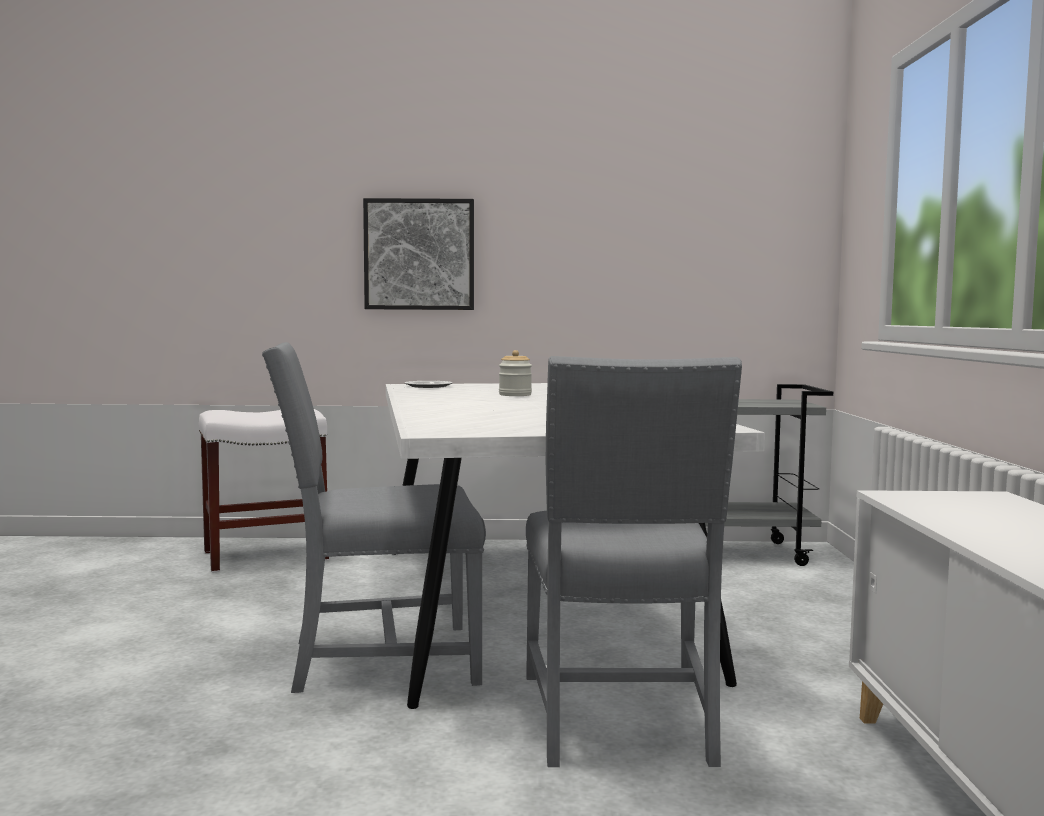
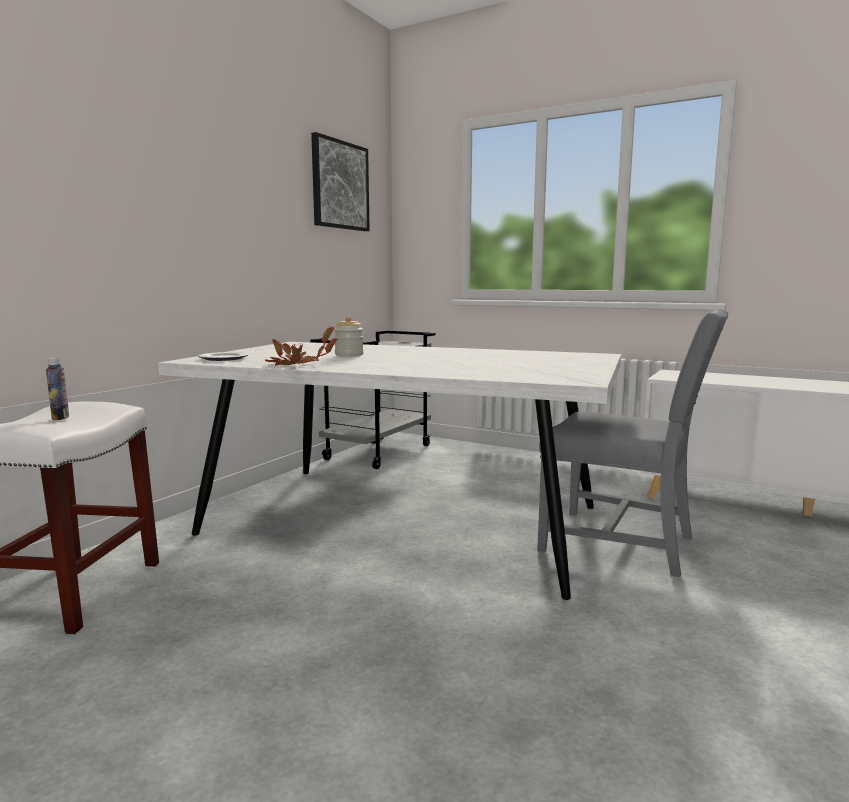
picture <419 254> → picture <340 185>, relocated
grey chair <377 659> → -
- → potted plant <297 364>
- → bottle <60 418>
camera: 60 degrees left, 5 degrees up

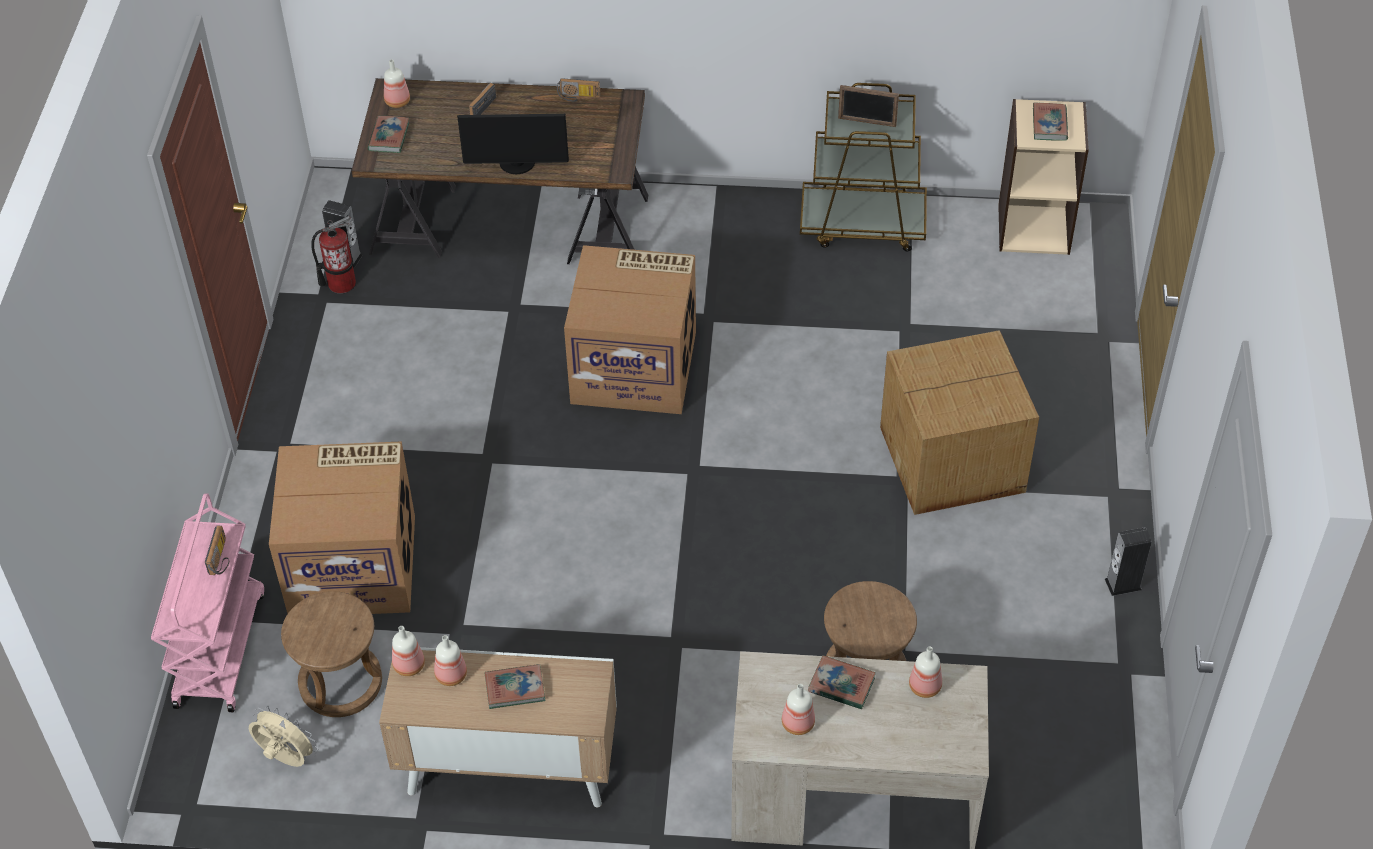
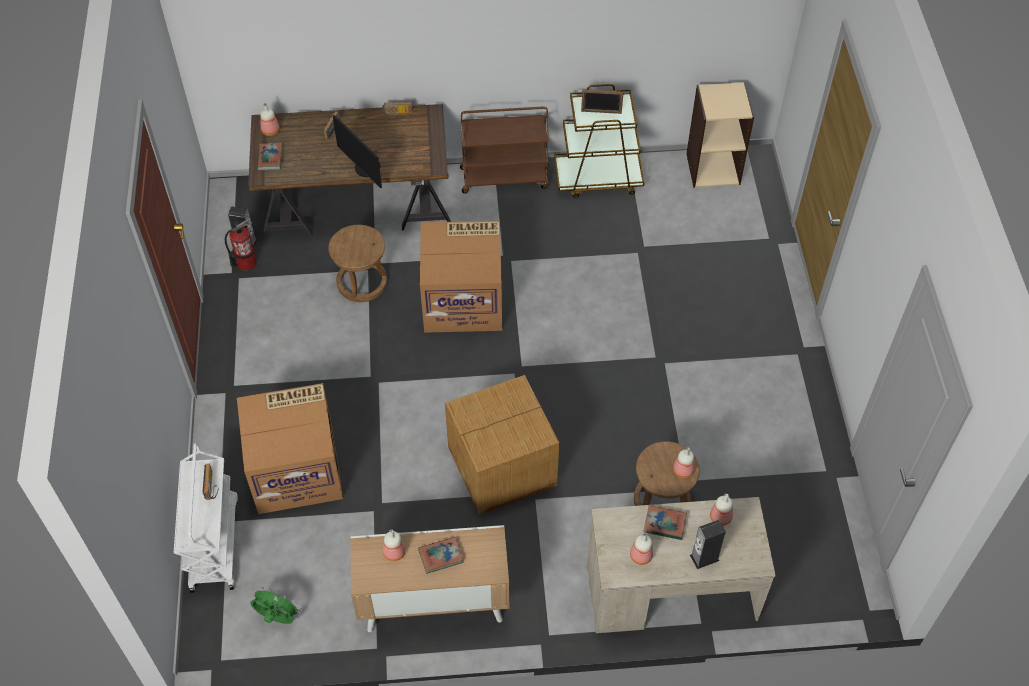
book <1049 124> → -
monitor <517 165> → monitor <365 169>, 60 degrees clockwise
cardboard box <954 460> → cardboard box <503 467>, relocated
pink cart <219 648> → white cart <214 543>
speaker <1123 584> → speaker <704 558>, relocated
brown stool <340 683> → brown stool <362 282>, relocated
bottle <409 664> → bottle <683 470>, relocated
beige fan <285 758> → green fan <277 618>
- → brown cart <504 177>
camera: 10 degrees left, 5 degrees up

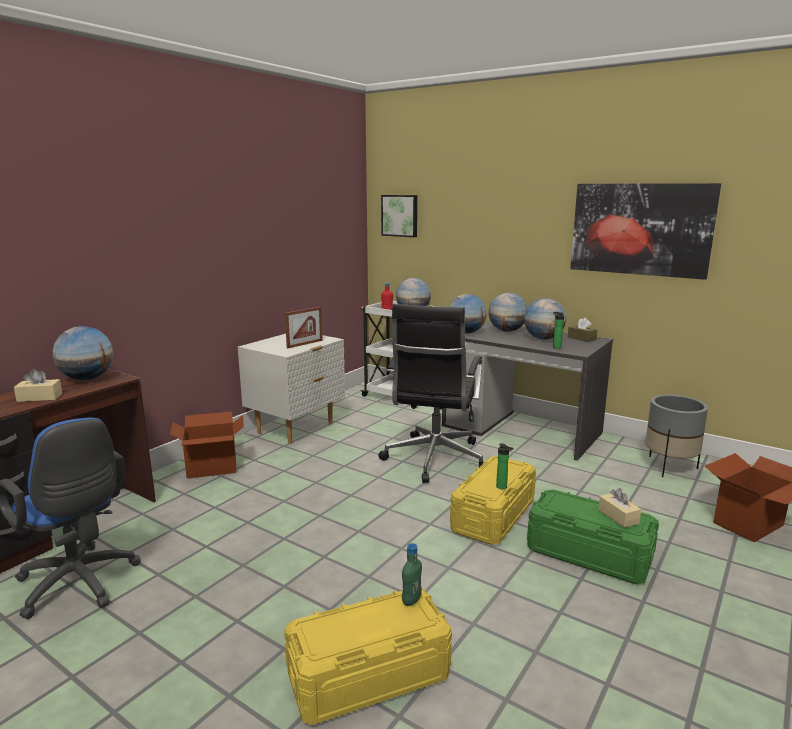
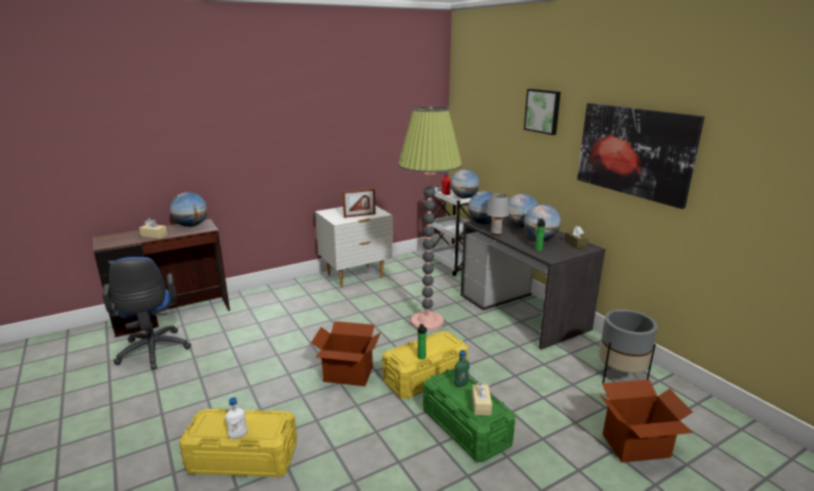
picture <400 215> → picture <543 111>, relocated
black office chair <434 460> → floor lamp <427 322>
cardboard box <212 468> → cardboard box <348 375>, relocated
green bottle <411 600> → green bottle <461 384>, relocated
- → grey table lamp <495 233>
- → white bottle <238 436>
camera: 25 degrees right, 5 degrees up

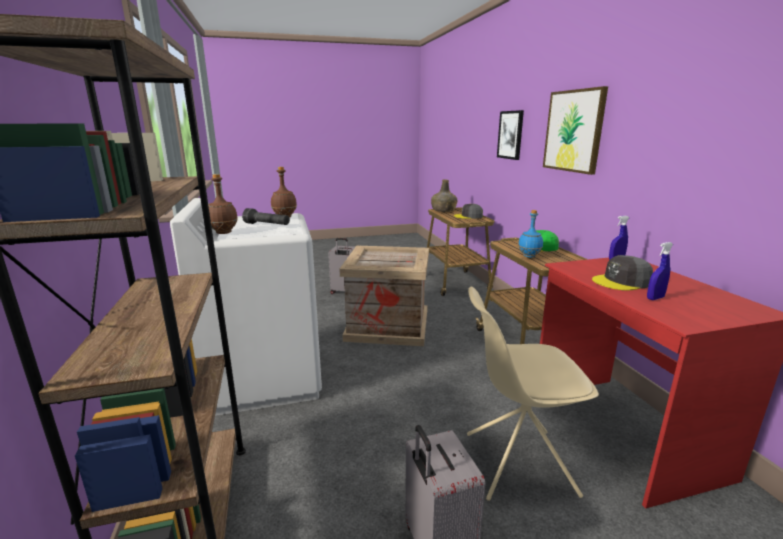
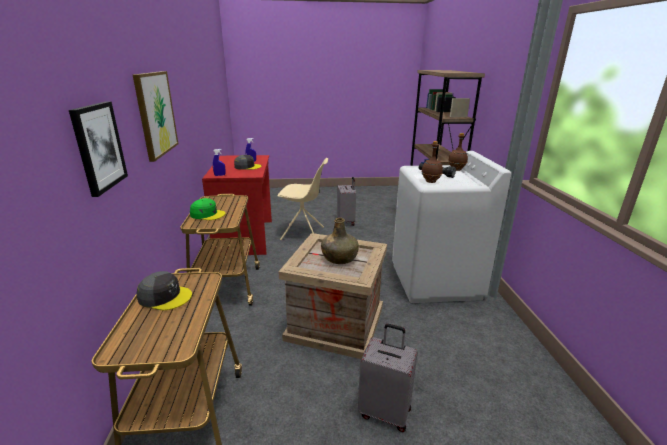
green bottle <443 210> → green bottle <339 258>, relocated
blue bottle <529 256> → -
camera: 170 degrees left, 5 degrees up

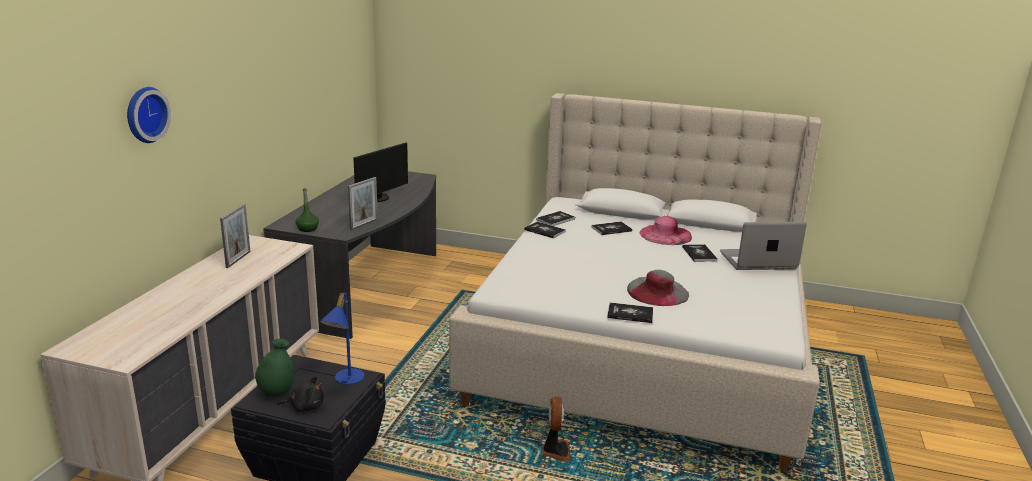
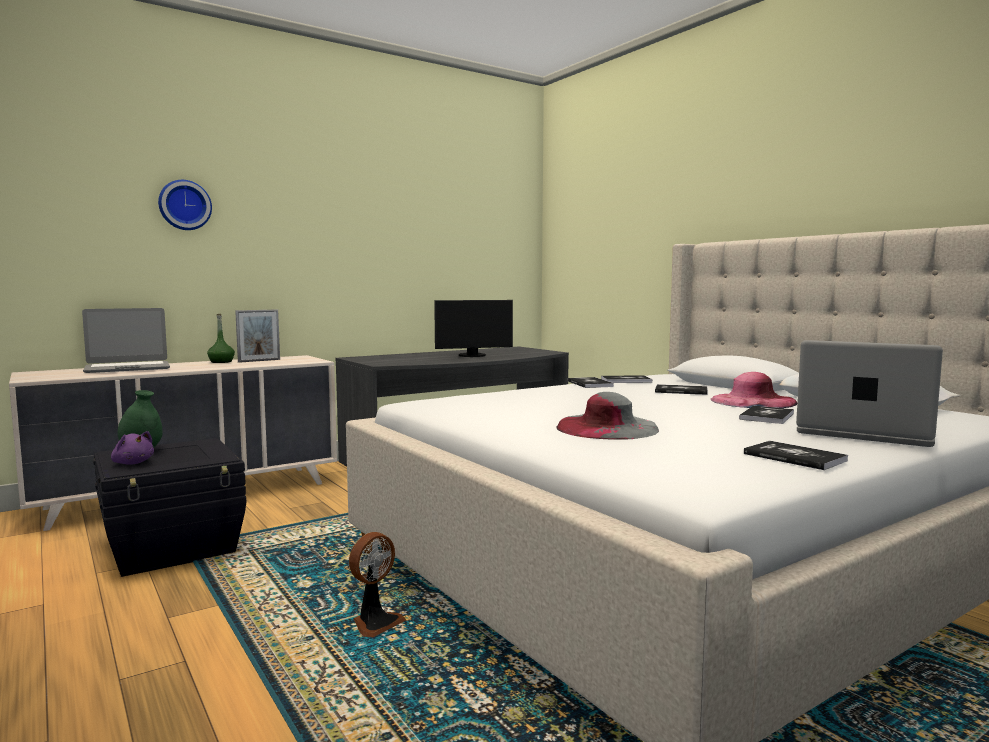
picture frame <364 224> → -
green bottle <307 229> → green bottle <221 362>, relocated
blue table lamp <345 379> → -
book <630 314> → book <794 457>, relocated
black plush toy <305 406> → purple plush toy <132 463>
- → laptop <128 368>
camera: 40 degrees right, 15 degrees down

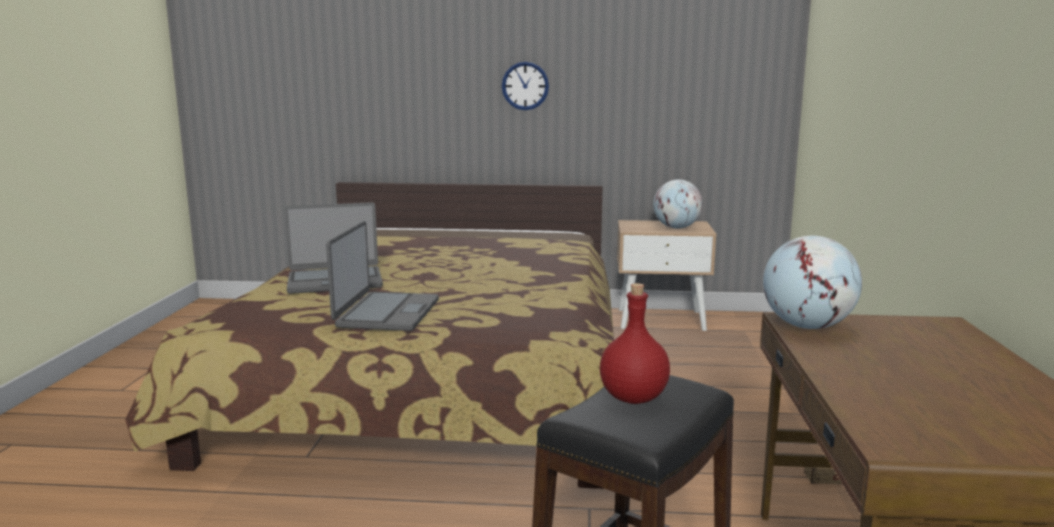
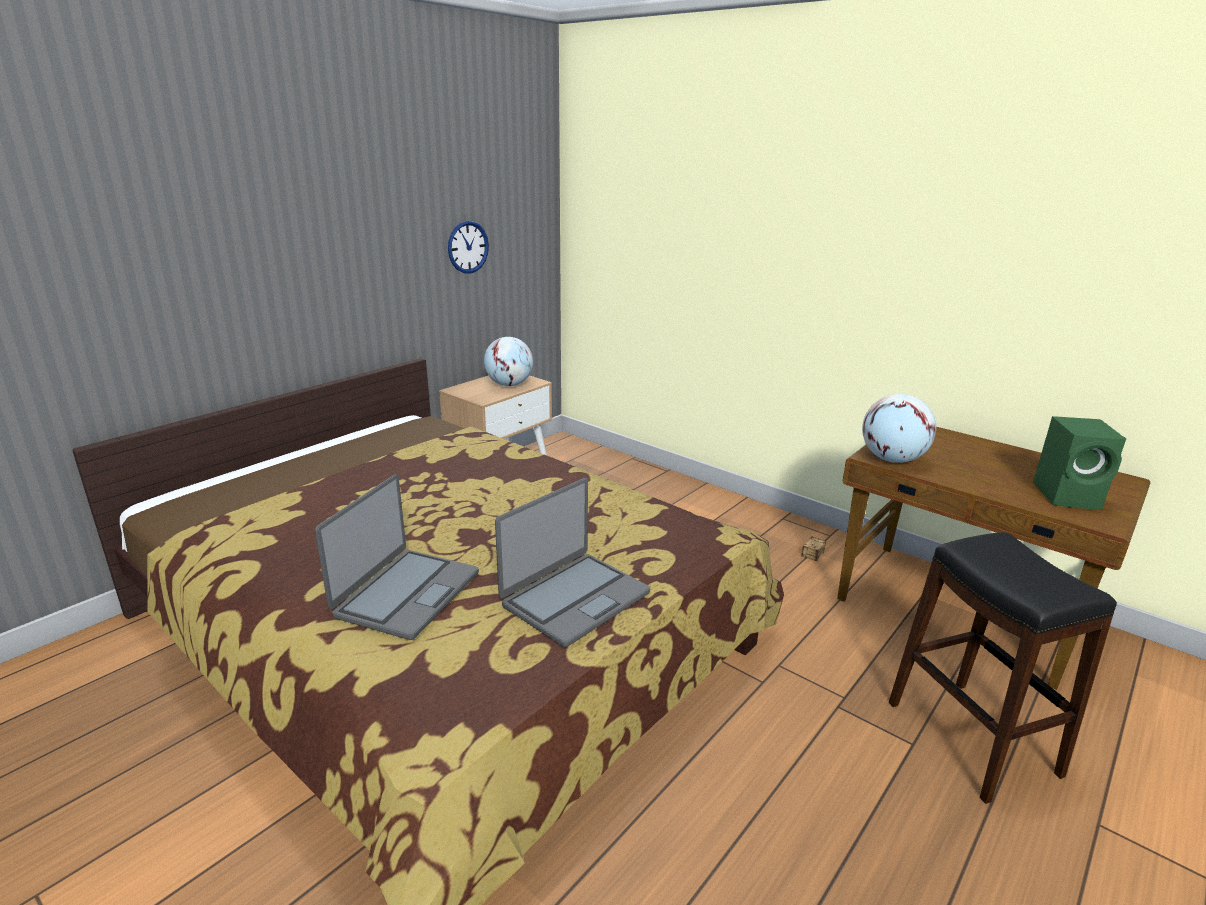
wall clock <525 86> → wall clock <468 247>, relocated
laptop <386 313> → laptop <574 598>, 90 degrees clockwise
red bottle <632 398> → -
- → green speaker <1069 496>
camera: 55 degrees left, 10 degrees up

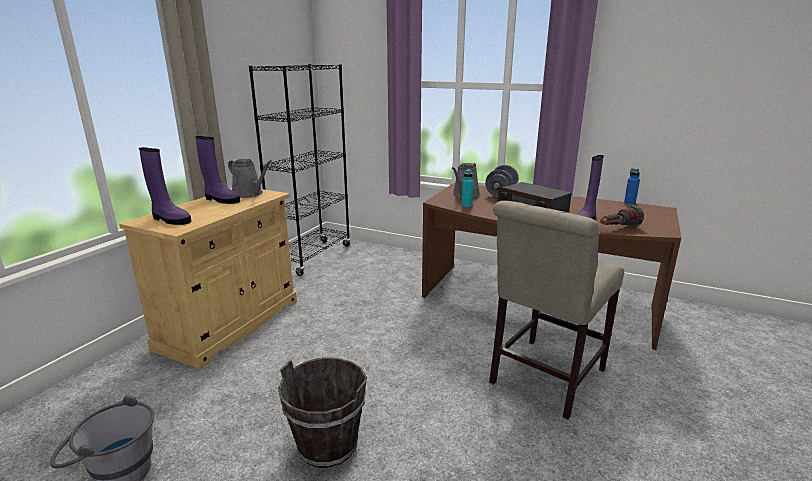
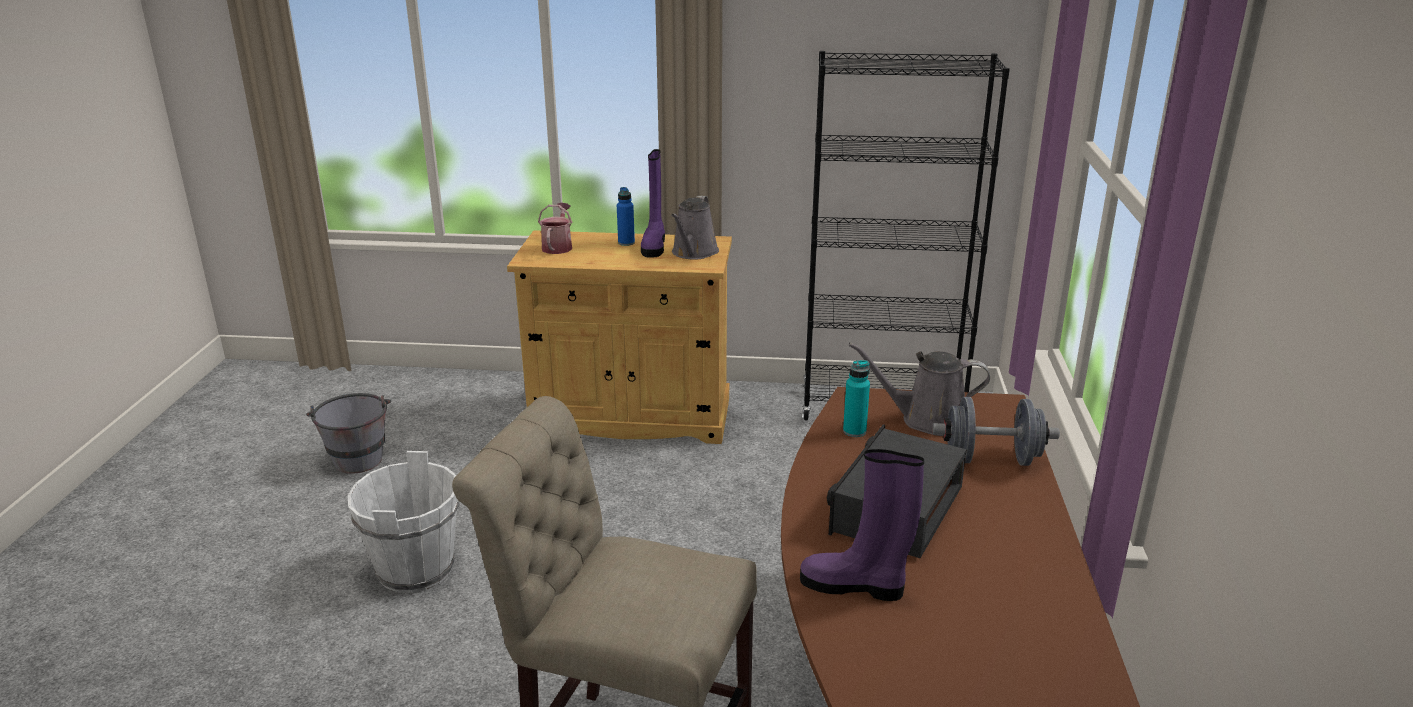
purple boot <170 220> → watering can <558 246>
blue bottle <629 204> → blue bottle <626 243>, relocated
flashlight <617 228> → -
brown bucket <328 444> → white bucket <416 570>
camera: 70 degrees right, 5 degrees up

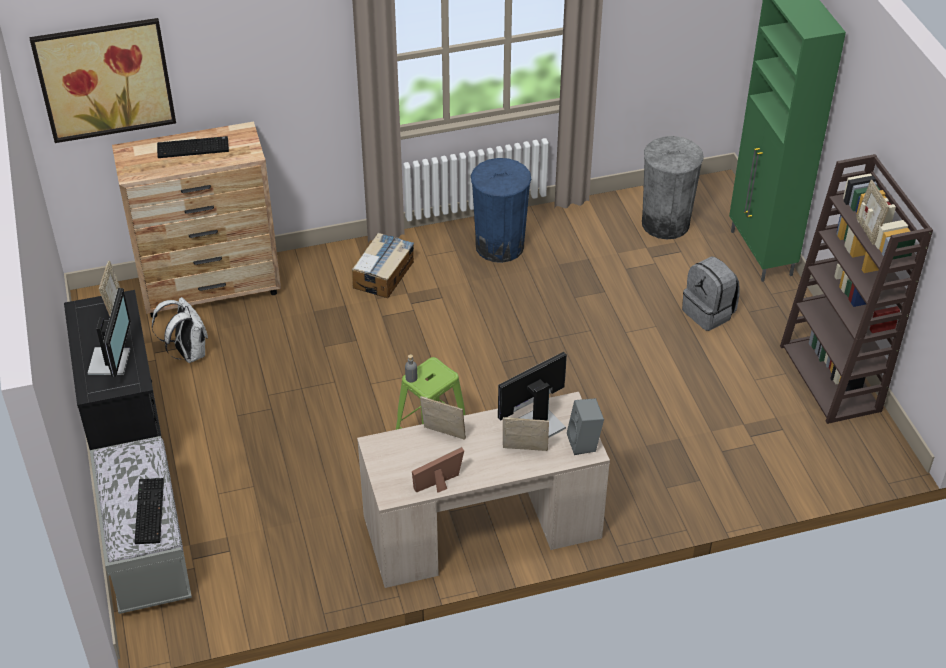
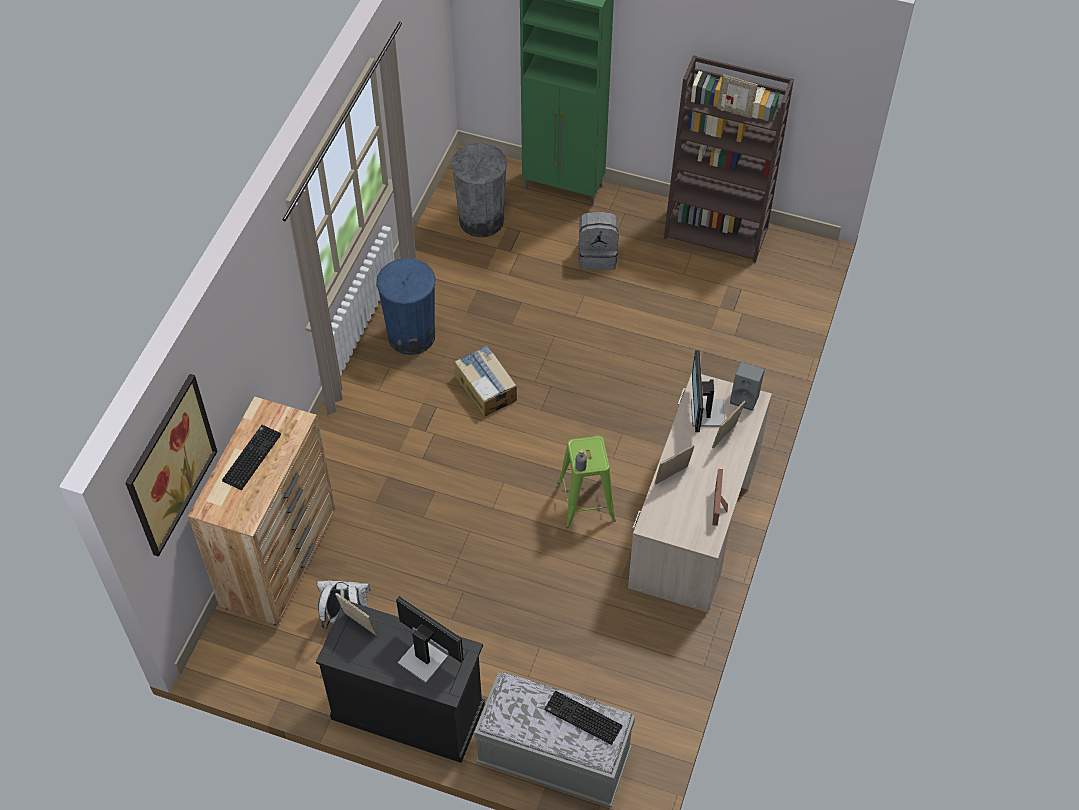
cardboard box <384 274> → cardboard box <486 387>, relocated
camera: 55 degrees left, 10 degrees up

